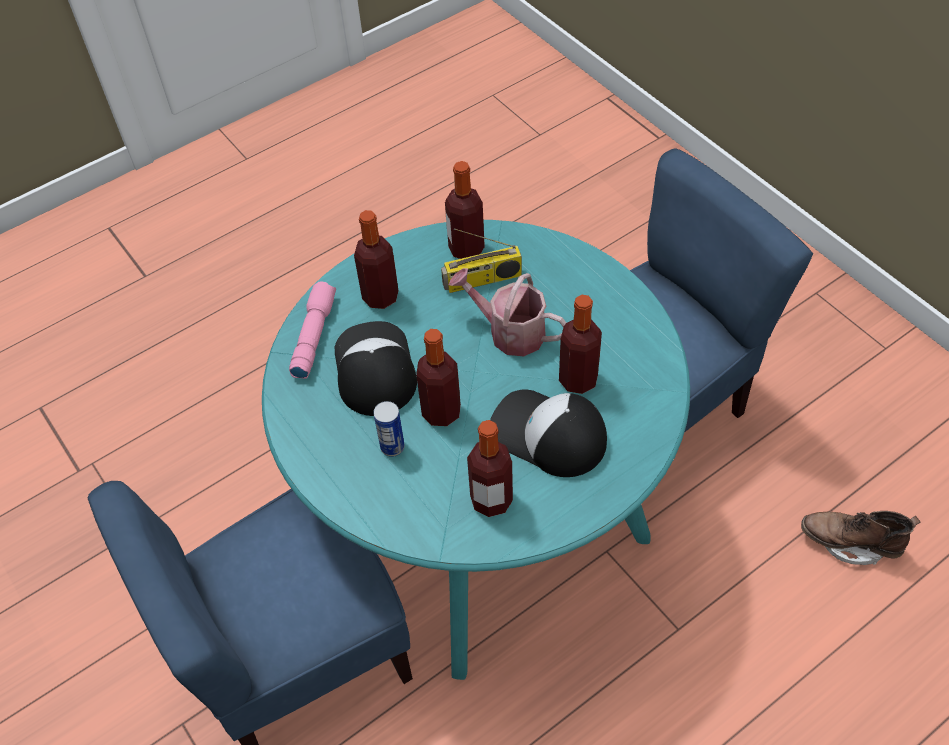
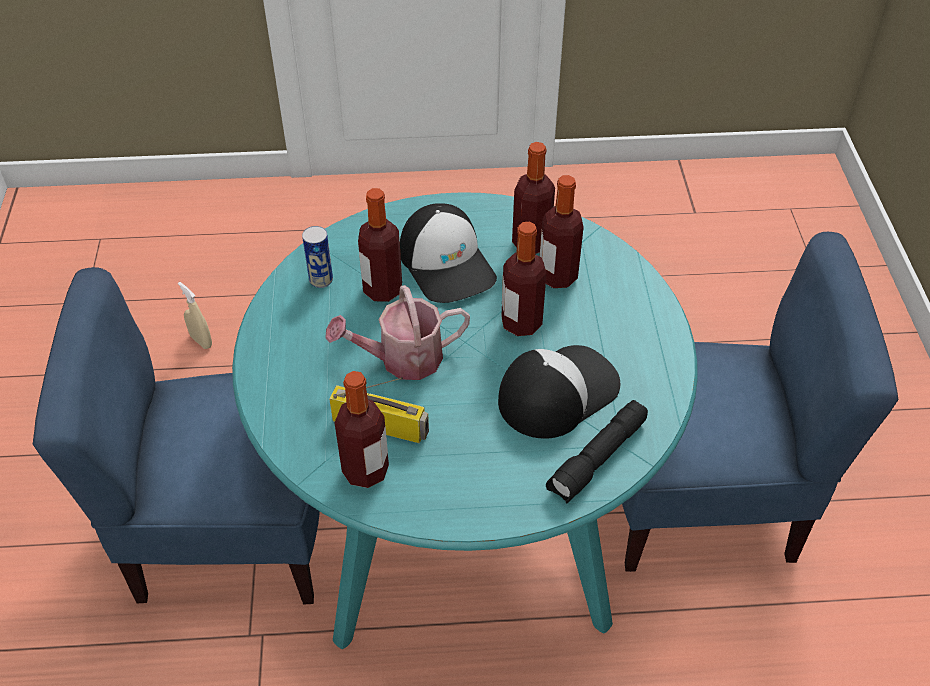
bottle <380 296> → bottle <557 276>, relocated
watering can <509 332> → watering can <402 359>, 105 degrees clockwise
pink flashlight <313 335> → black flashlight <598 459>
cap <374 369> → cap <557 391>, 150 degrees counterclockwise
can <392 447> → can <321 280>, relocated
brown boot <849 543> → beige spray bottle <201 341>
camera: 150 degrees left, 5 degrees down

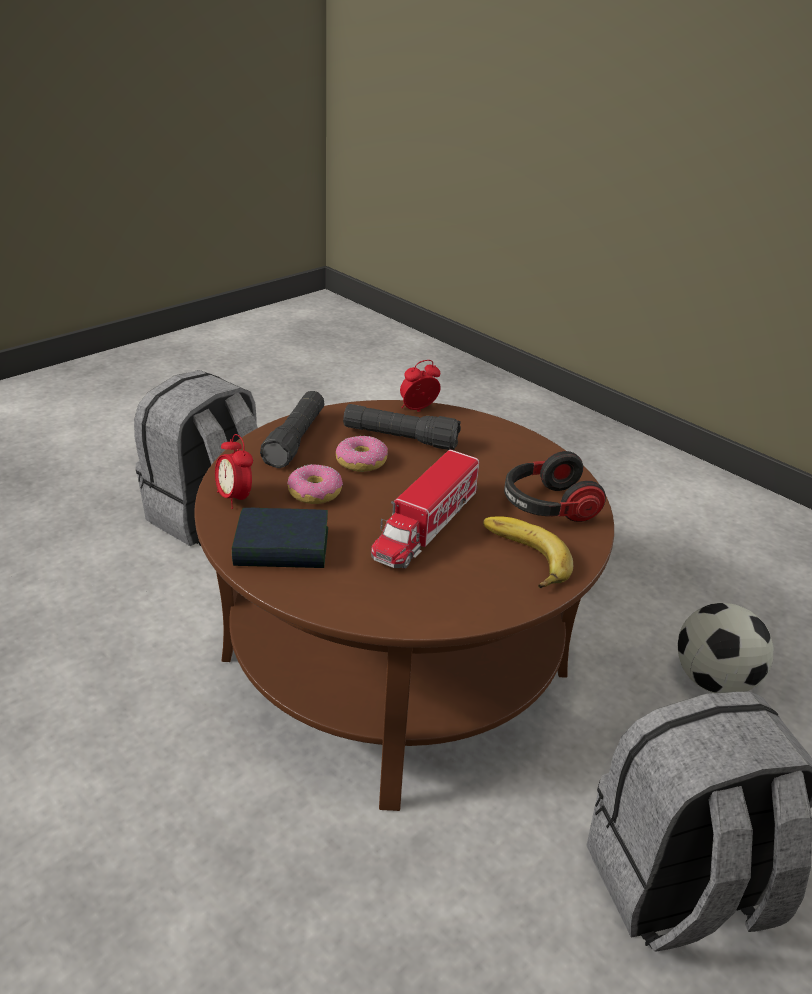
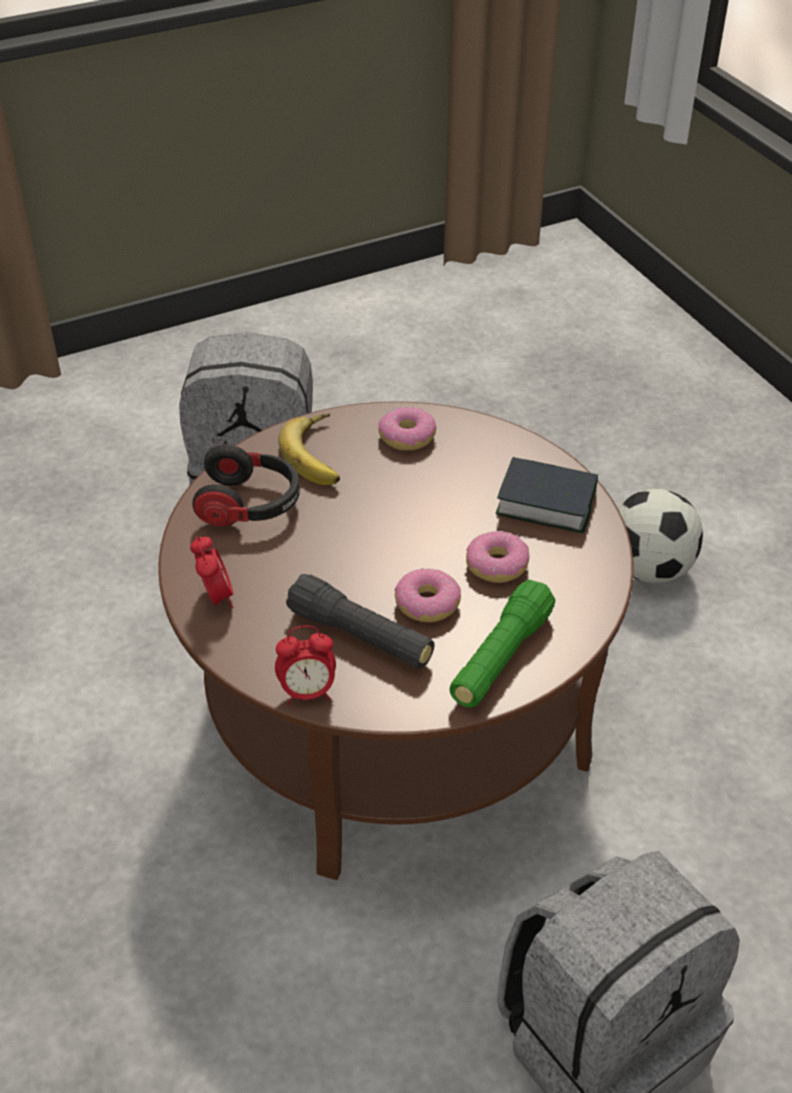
black flashlight <295 440> → green flashlight <500 657>
alarm clock <235 498> → alarm clock <216 597>, relocated
toy truck <425 526> → -
football <713 680> → football <649 568>, relocated
- → donut <407 437>
camera: 160 degrees left, 10 degrees up

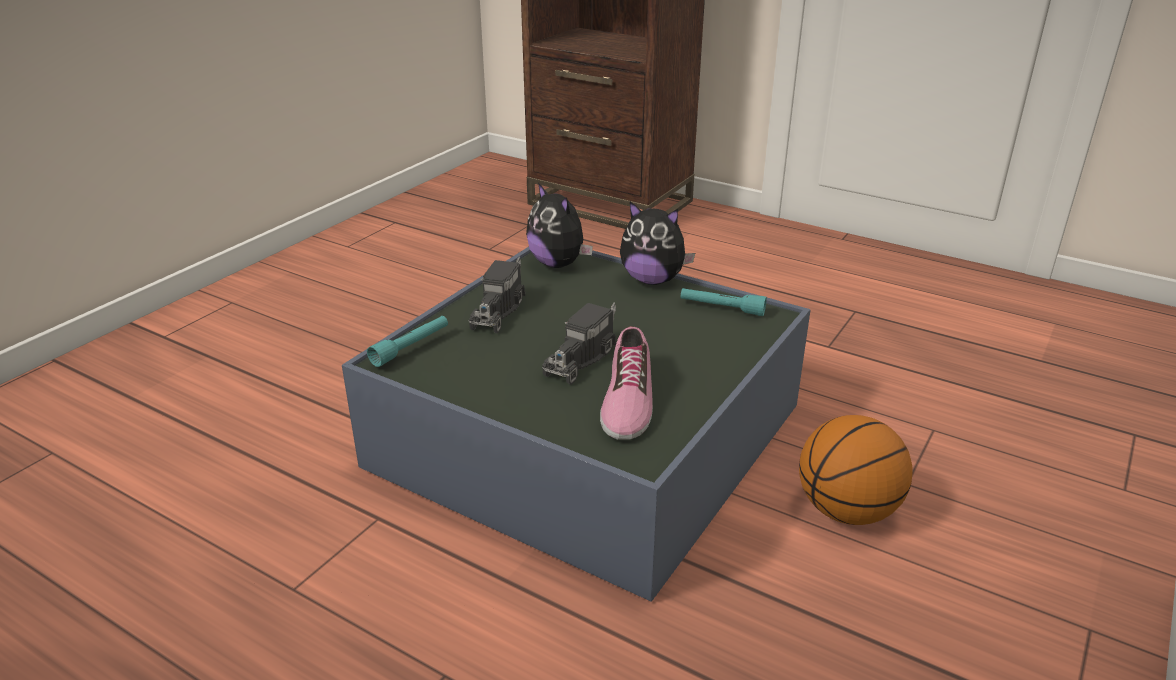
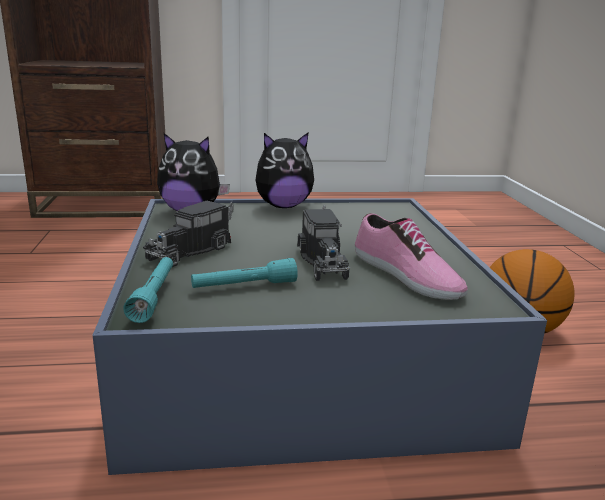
toy truck <498 311> → toy truck <192 251>, 60 degrees clockwise
turquoise flashlight <721 308> → turquoise flashlight <244 286>, relocated
camera: 40 degrees left, 10 degrees down

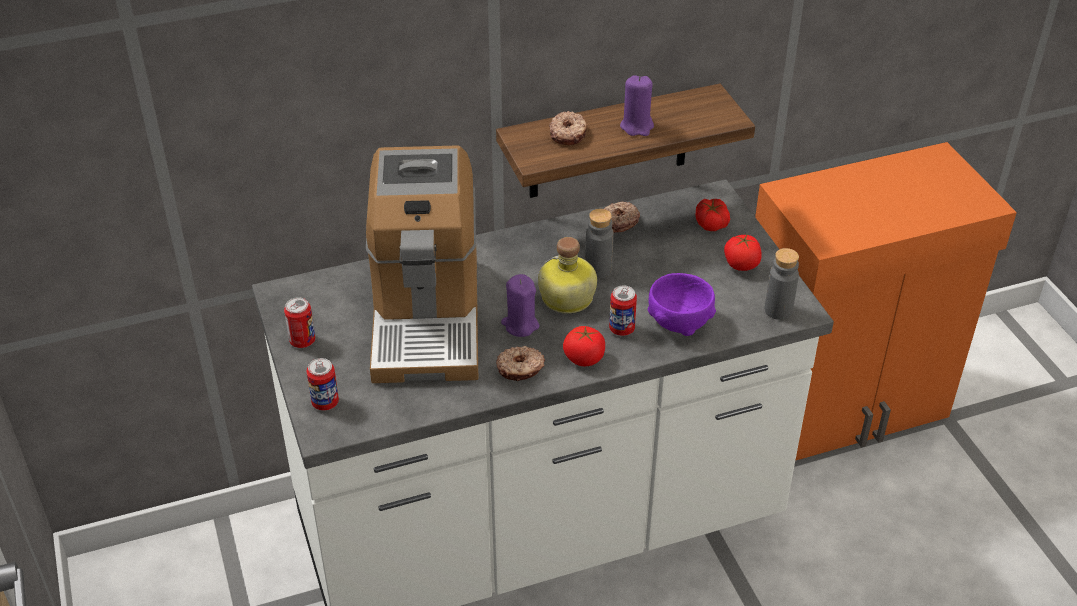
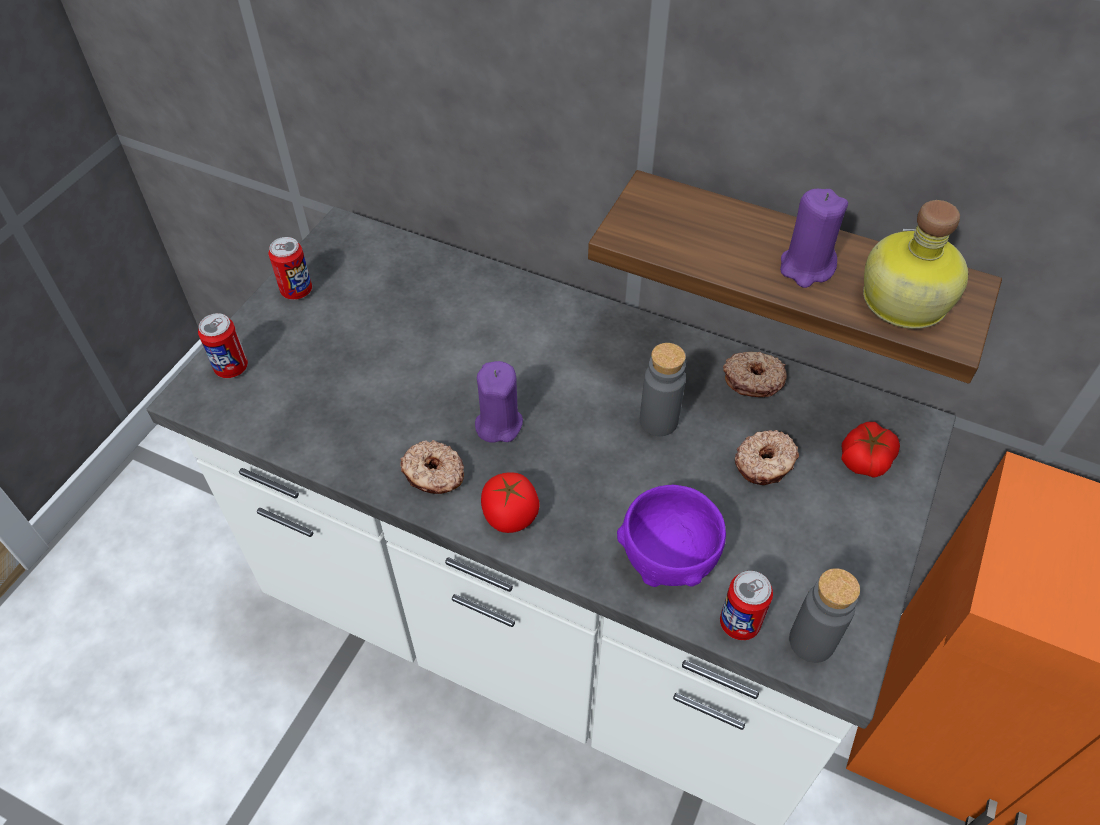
donut <568 134> → donut <765 464>, relocated
coffee machine <426 316> → -
tomato <741 265> → -
bottle <566 299> → bottle <901 301>, relocated
can <621 329> → can <739 623>, relocated
camera: 45 degrees right, 10 degrees up

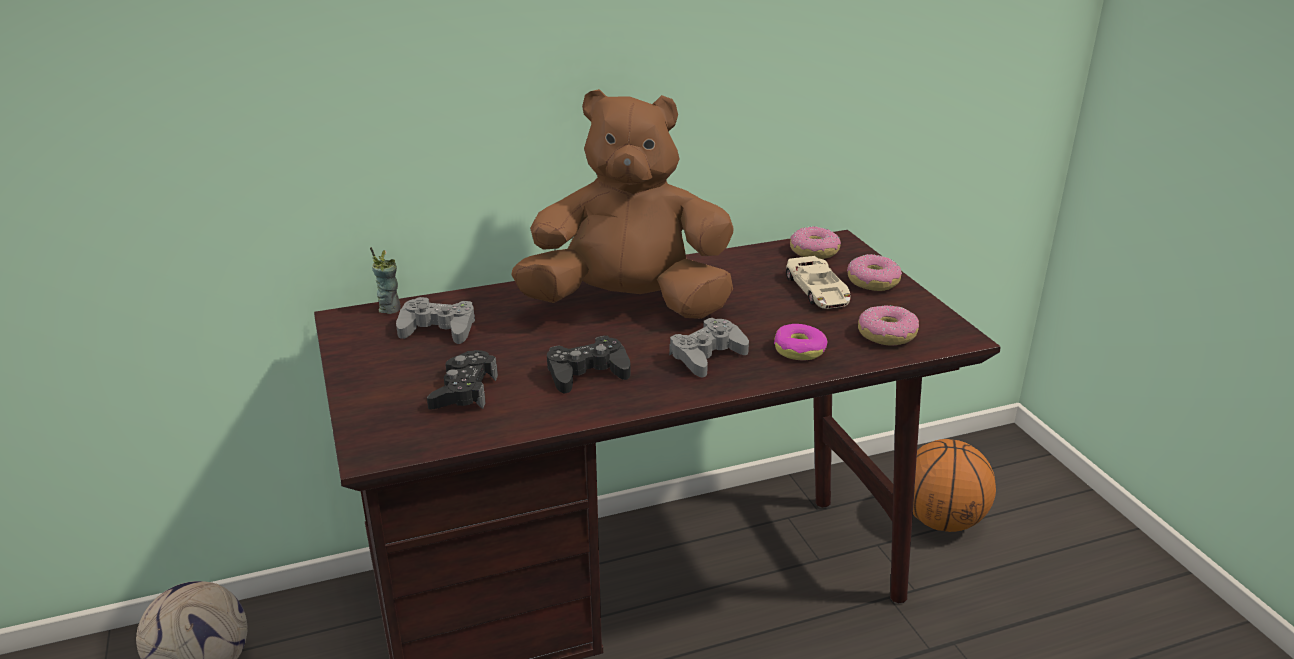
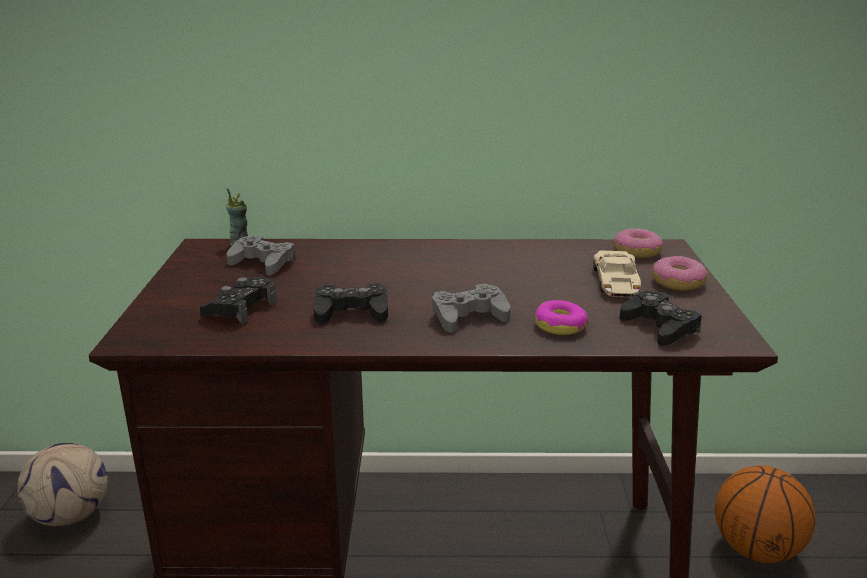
brown plush toy <629 305> → -
donut <887 334> → black game controller <659 327>
camera: 20 degrees right, 5 degrees down

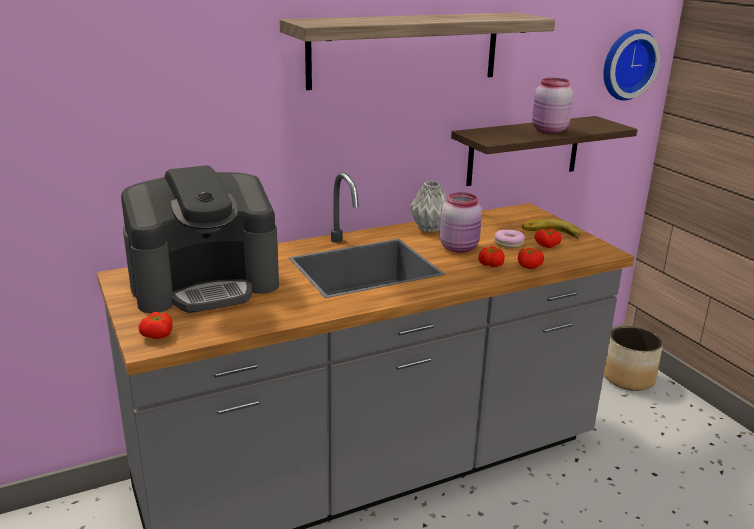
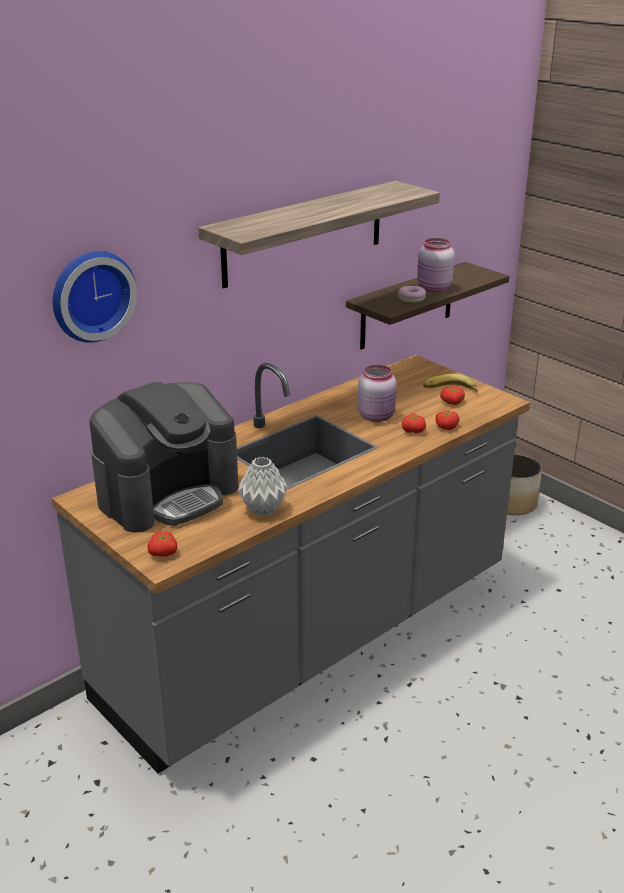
wall clock <626 64> → wall clock <91 295>, relocated
grey vase <428 228> → grey vase <262 509>, relocated
donut <509 243> → donut <411 298>, relocated
camera: 15 degrees left, 5 degrees up

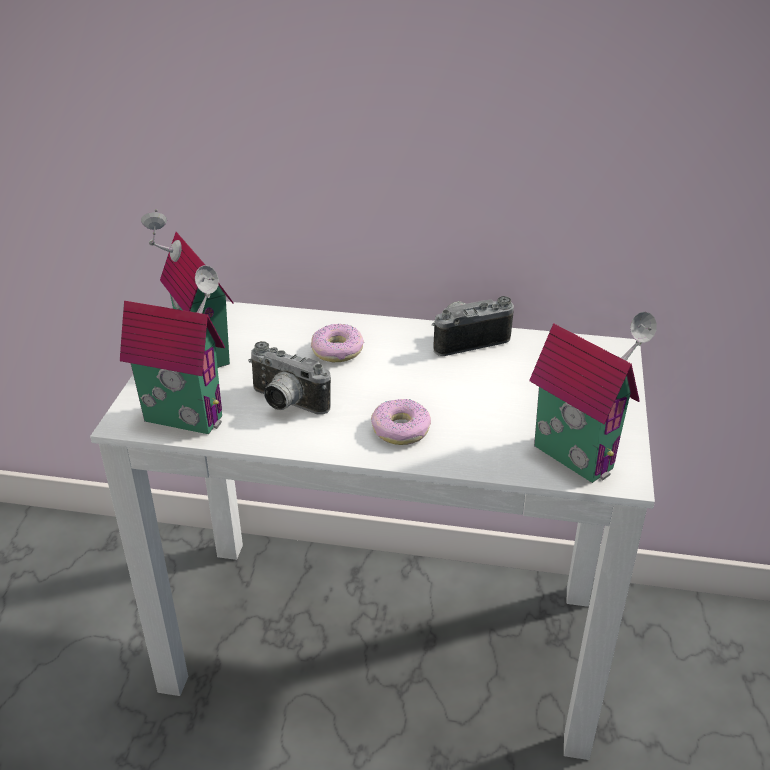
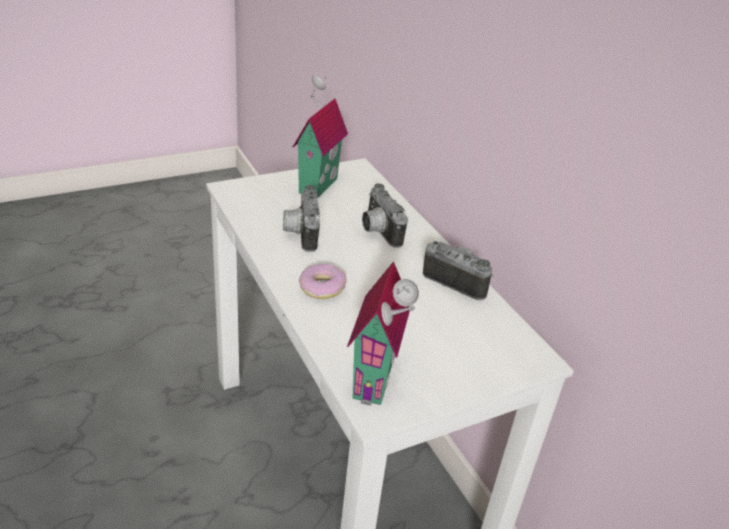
toy house <186 415> → -
donut <338 350> → photo camera <377 231>
camera: 50 degrees right, 0 degrees up

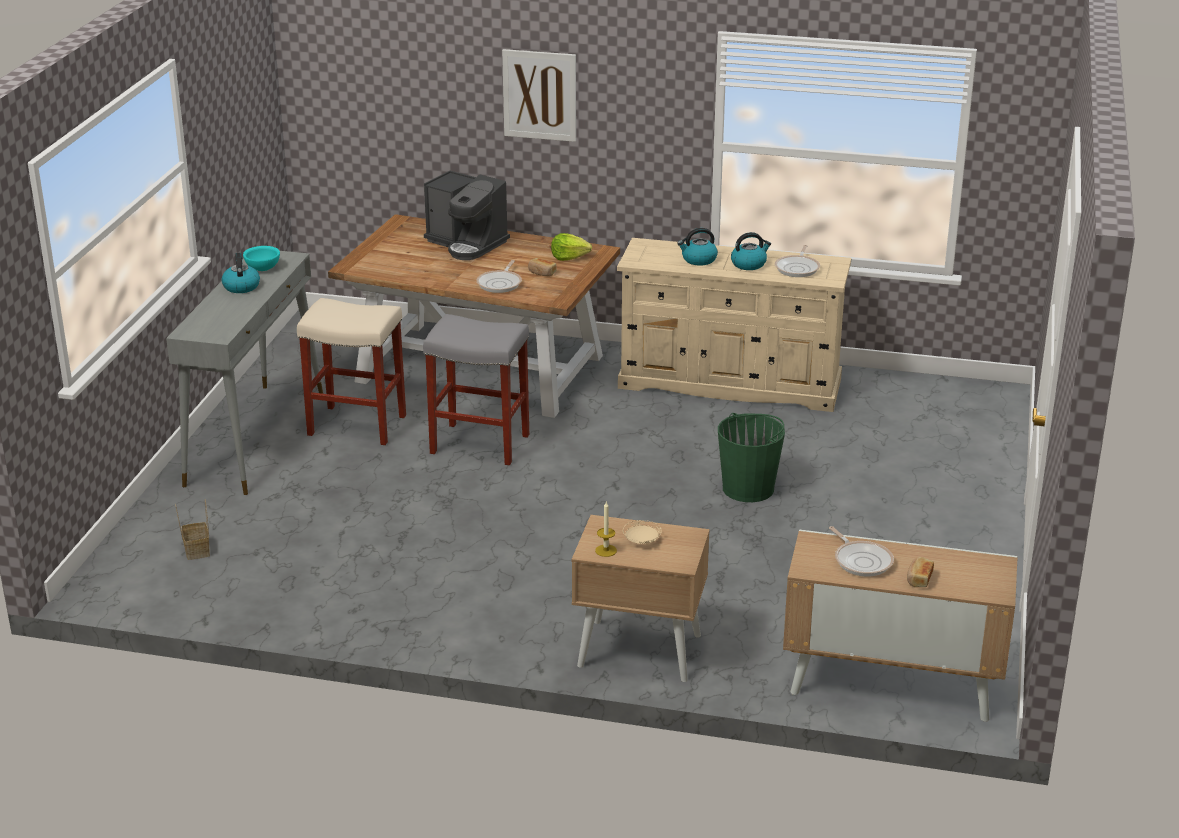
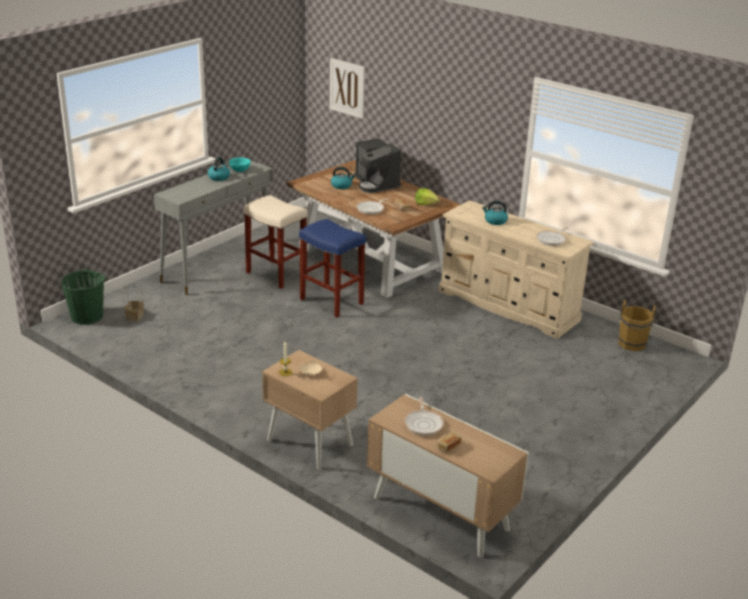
picture <539 95> → picture <347 88>, relocated
kettle <749 264> → kettle <341 186>, relocated
grey stool <478 444> → blue stool <330 301>
green bucket <748 488> → green bucket <87 316>, relocated
- → brown bucket <631 345>
camera: 25 degrees right, 0 degrees up

